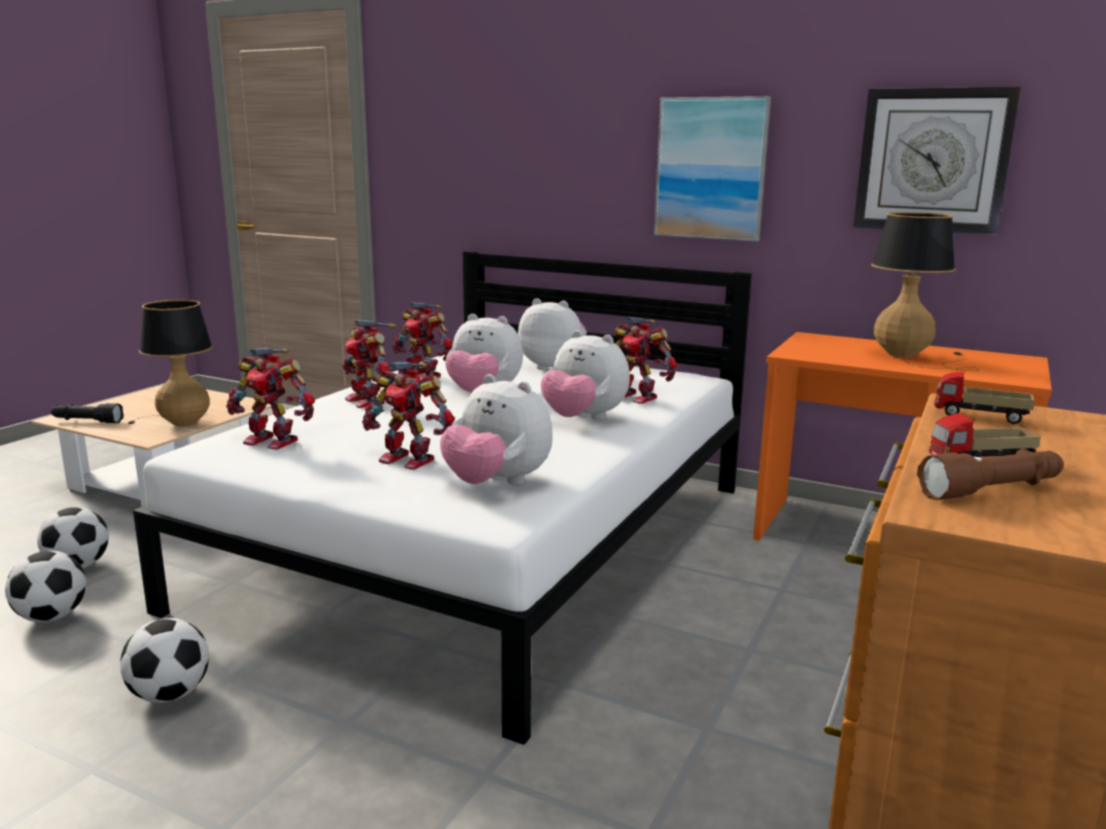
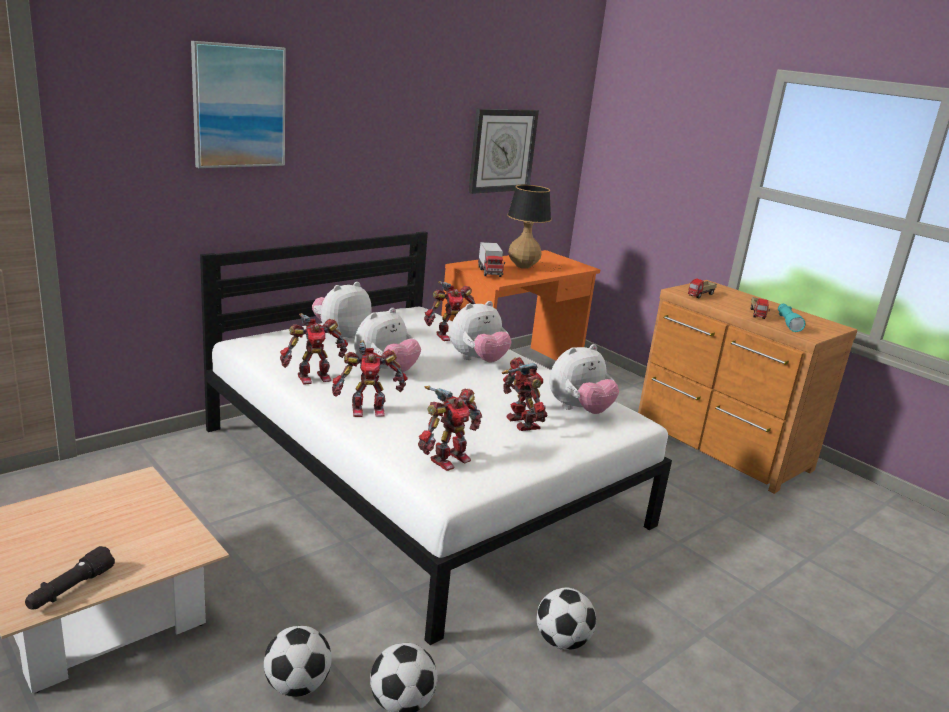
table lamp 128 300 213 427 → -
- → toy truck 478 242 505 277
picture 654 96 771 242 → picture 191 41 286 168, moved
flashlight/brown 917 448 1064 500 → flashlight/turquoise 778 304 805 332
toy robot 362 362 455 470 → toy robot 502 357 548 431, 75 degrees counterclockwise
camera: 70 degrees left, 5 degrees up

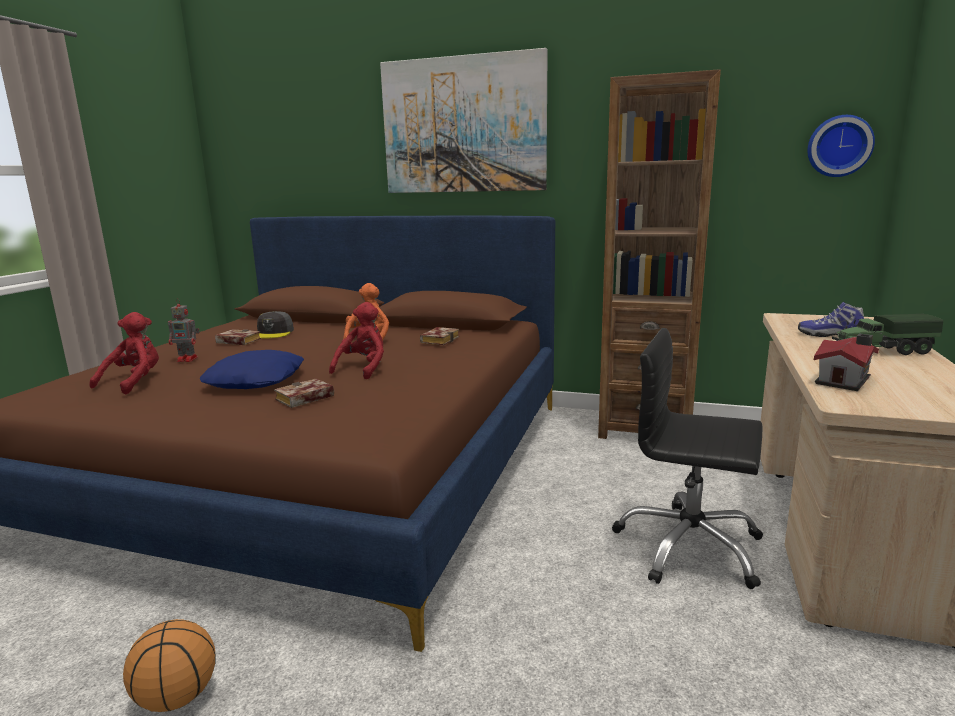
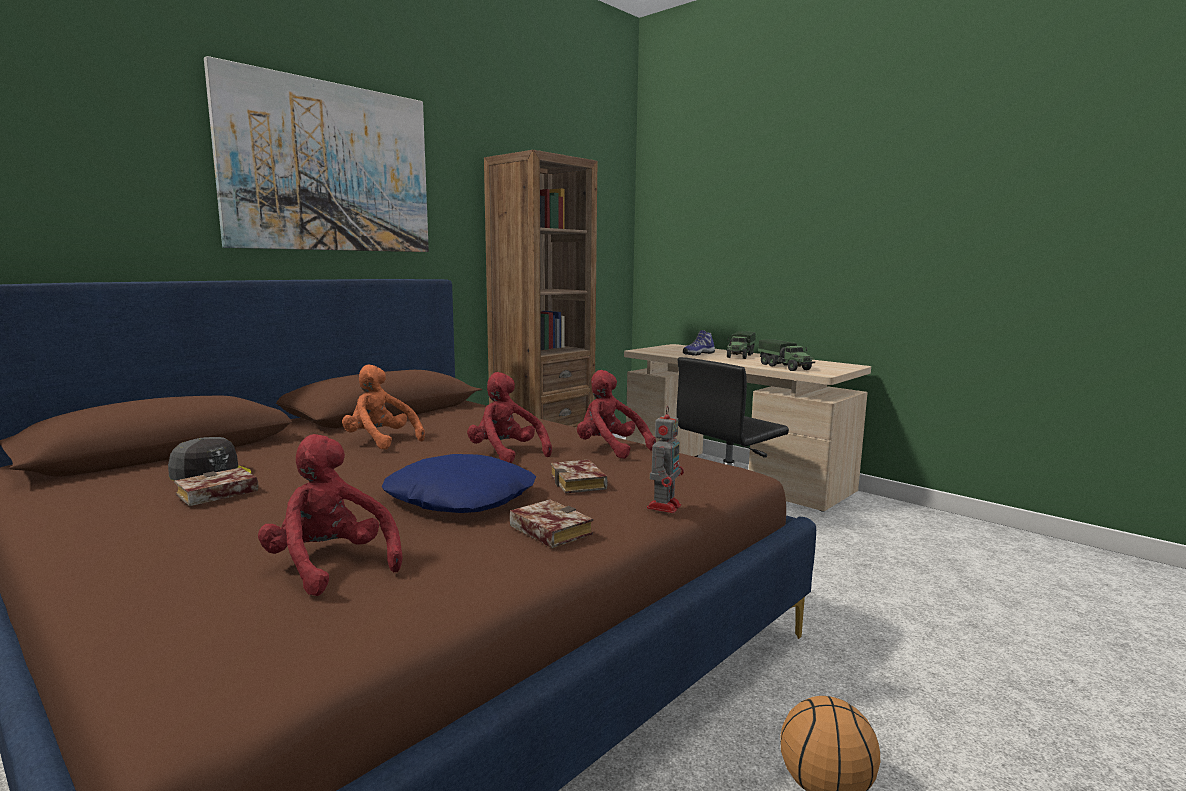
wall clock 807 115 875 177 → -
- → plush toy/red 577 370 656 459
toy robot 168 299 200 362 → toy robot 647 405 684 513, moved
book 420 327 459 345 → book 510 500 593 548, moved
toy house 814 334 879 391 → toy truck 758 339 815 371
camera: 65 degrees left, 5 degrees down

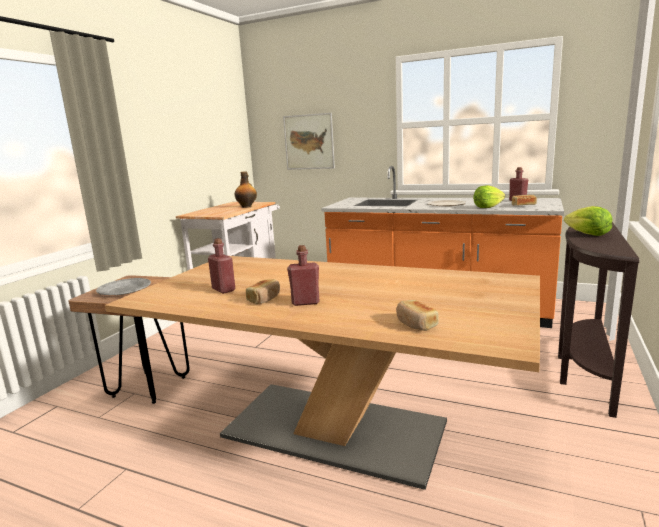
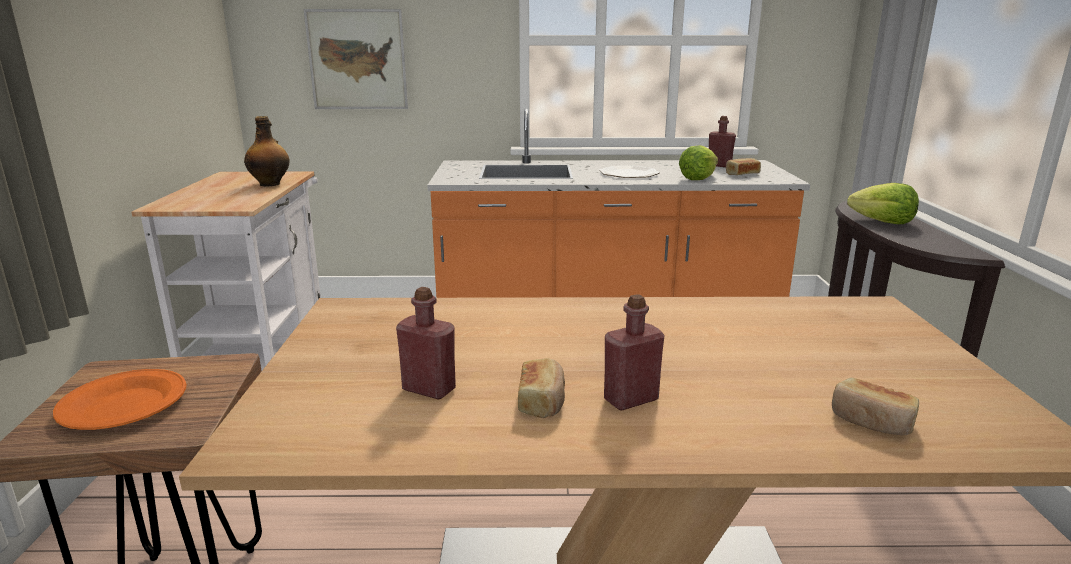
plate/grey 96 278 151 295 → plate/orange 53 369 186 430
camera: 25 degrees left, 5 degrees up

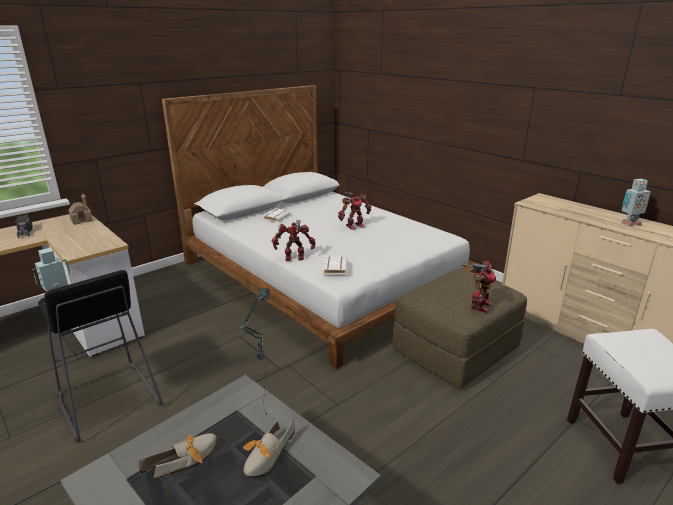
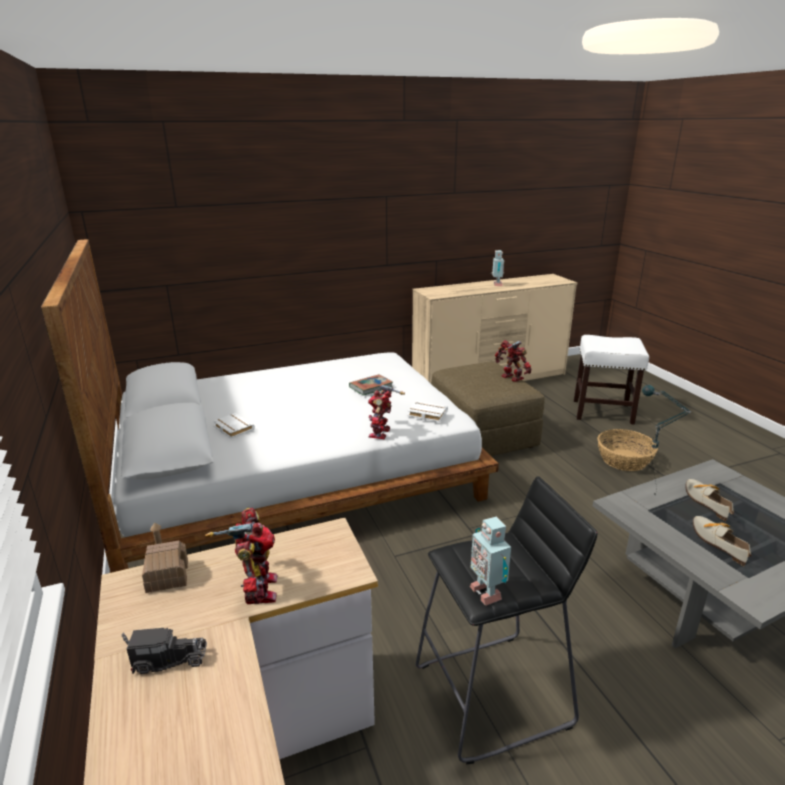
- → book 349 374 393 396
- → basket 597 429 658 471
toy robot 338 192 371 230 → toy robot 205 508 277 604, moved
shoe 243 417 295 478 → shoe 686 479 734 522, 150 degrees counterclockwise
camera: 70 degrees left, 0 degrees up

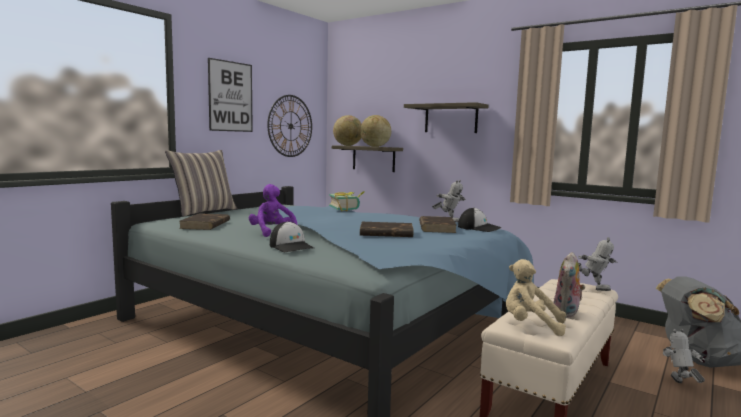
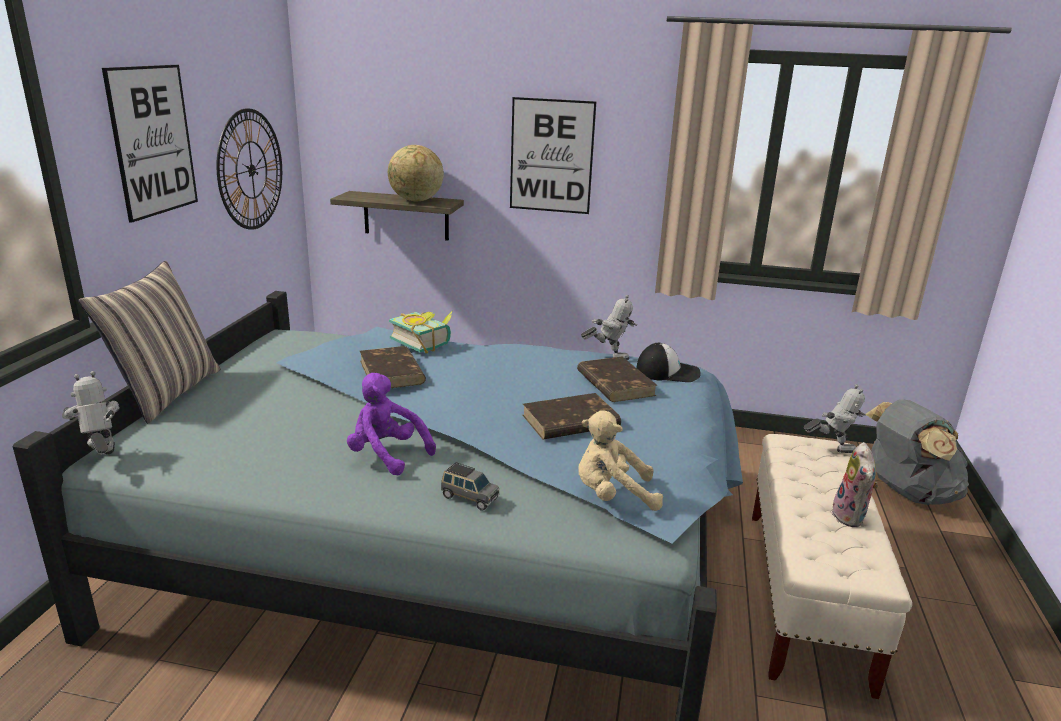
globe 333 115 361 146 → -
book/brown 179 213 230 230 → book/brown 360 346 426 388, moved
plush toy/beige 506 259 566 336 → plush toy/beige 578 410 663 511, moved
toy robot 663 328 705 383 → toy robot 62 371 120 455, moved
cap 270 221 314 252 → toy car/grey 441 462 500 511
shelf 404 102 489 133 → picture 510 97 596 214
camera: 25 degrees left, 15 degrees up

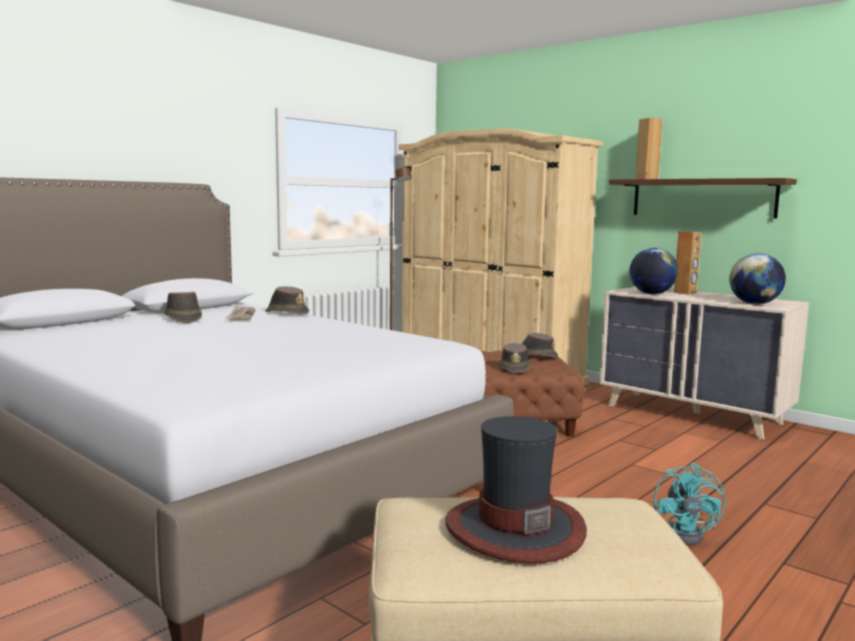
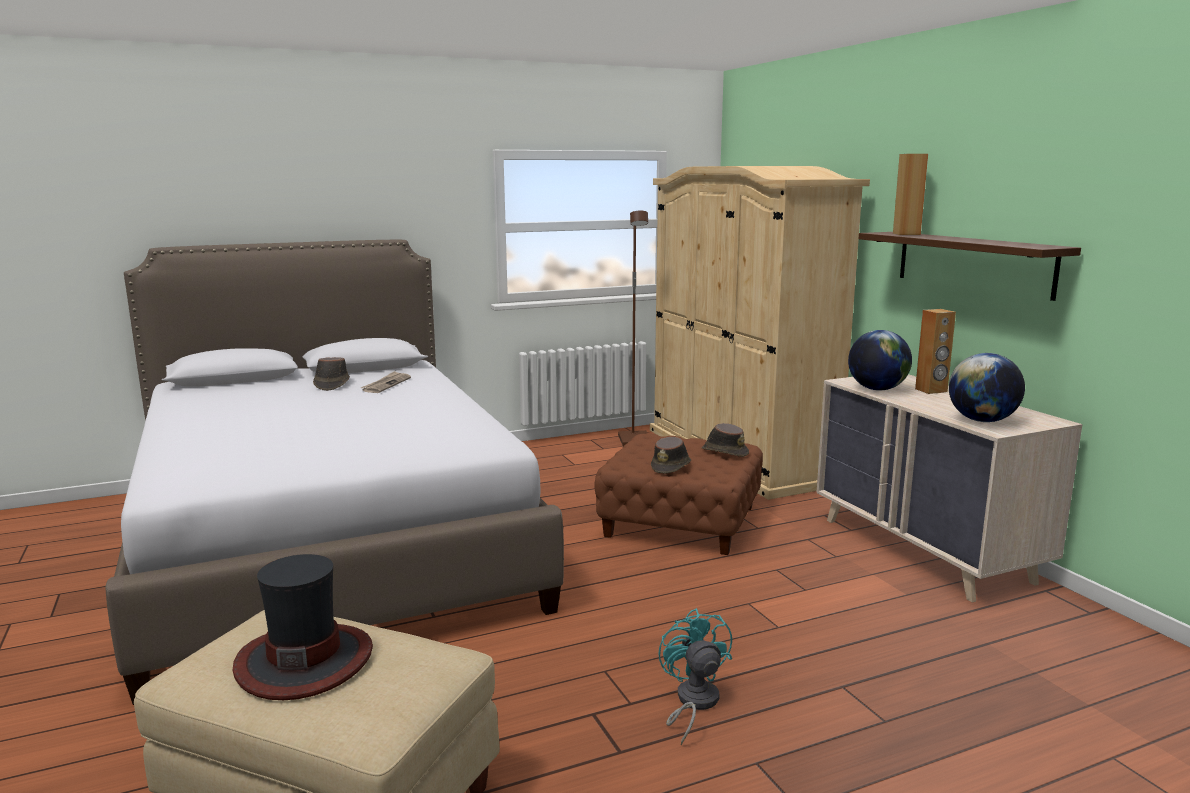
hat/brown 265 286 309 315 → -
fan/turquoise 654 463 726 546 → fan/turquoise 658 608 732 745, 135 degrees clockwise
camera: 25 degrees right, 5 degrees up

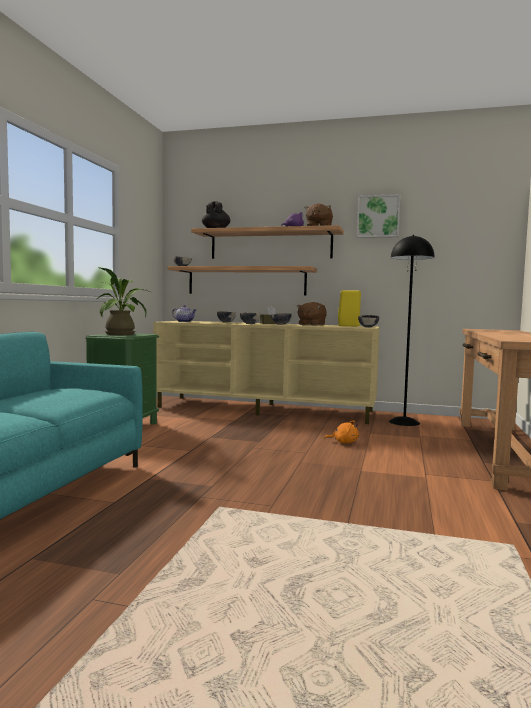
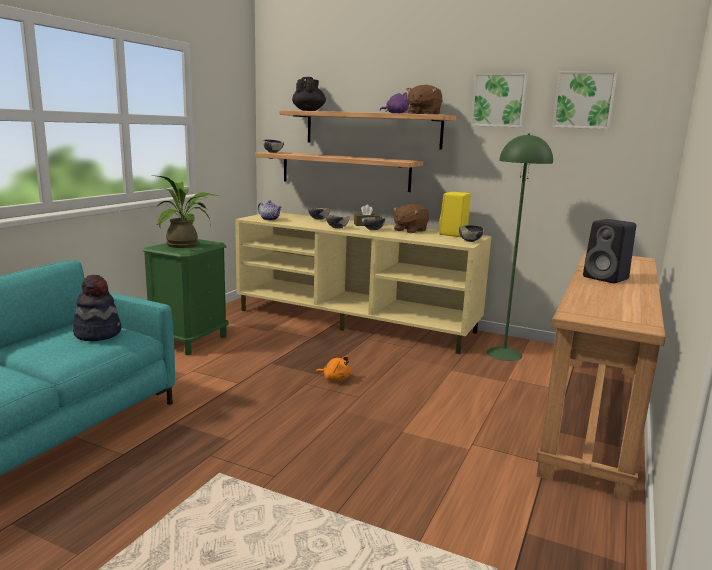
- → hat 73 274 121 341
- → picture 552 71 617 129
- → speaker/black 583 219 636 283
plush toy/orange 324 421 359 443 → plush toy/orange 316 356 351 381, moved
floor lamp/black 389 235 434 426 → floor lamp/green 486 133 553 361
camera: 10 degrees right, 10 degrees up

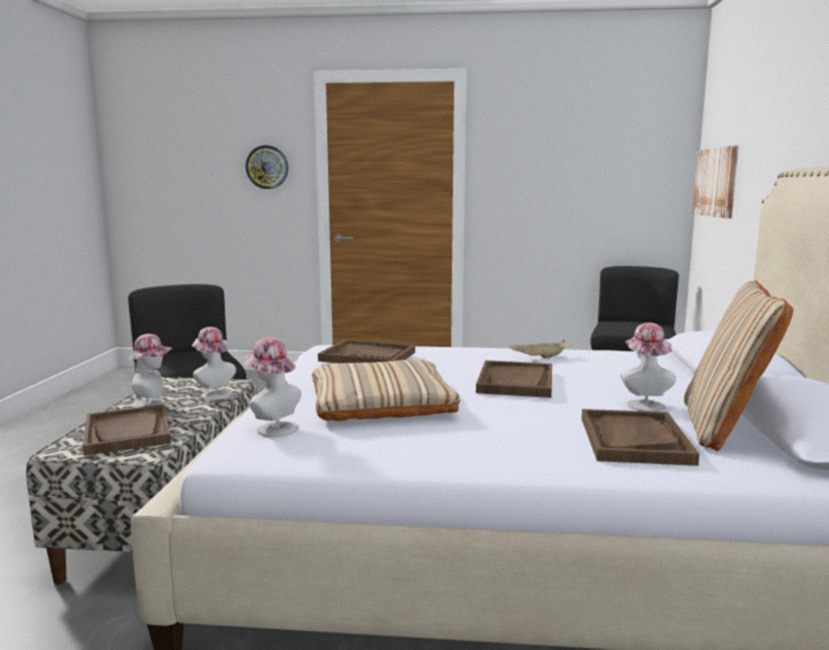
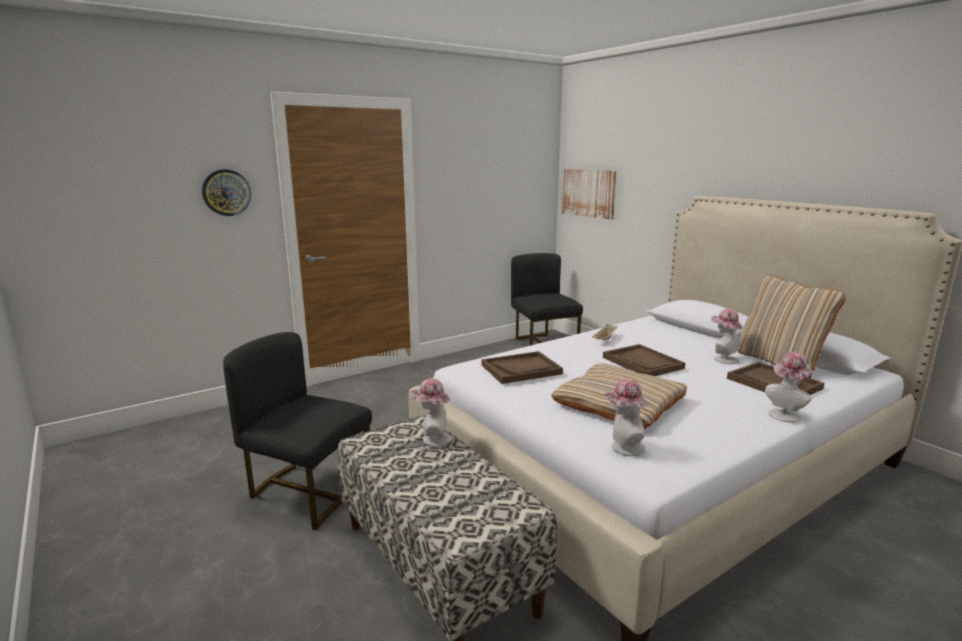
tray/brown 83 404 171 456 → -
hat 128 334 172 408 → hat 765 352 814 423, moved
camera: 40 degrees left, 5 degrees up

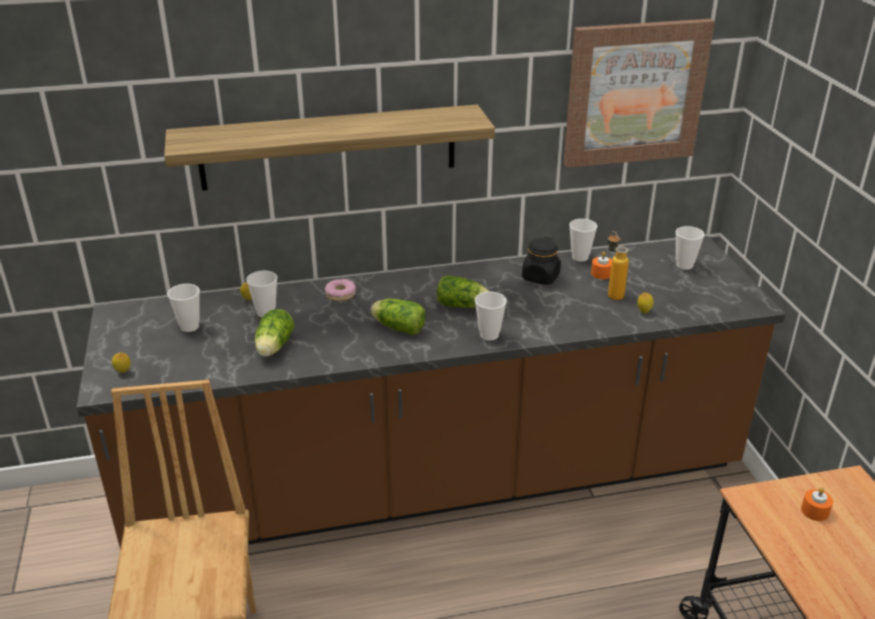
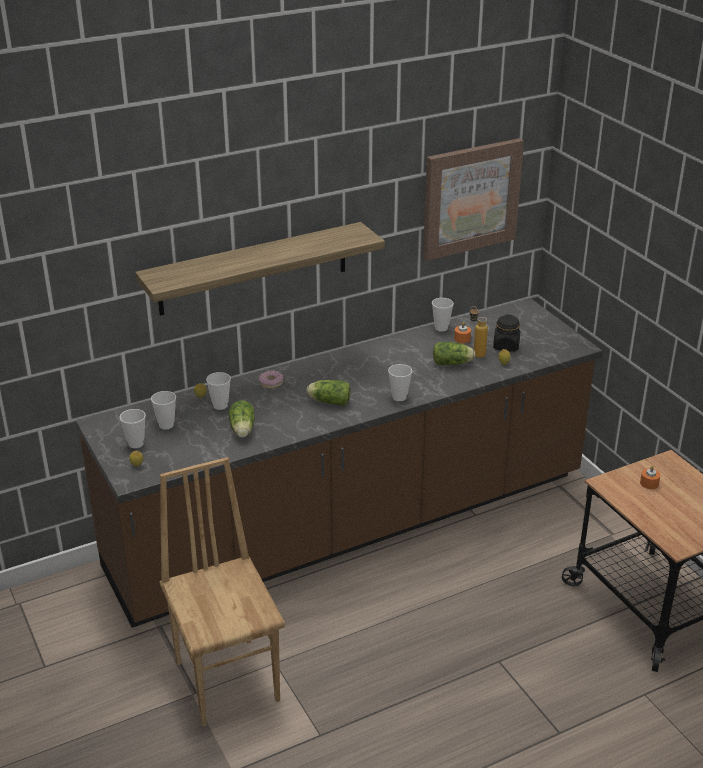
lettuce 436 275 490 308 → lettuce 433 342 475 365, moved
jar/black 522 237 561 285 → jar/black 493 314 520 351, moved
cup 676 226 705 270 → cup 120 409 146 448, moved
camera: 15 degrees left, 0 degrees up

